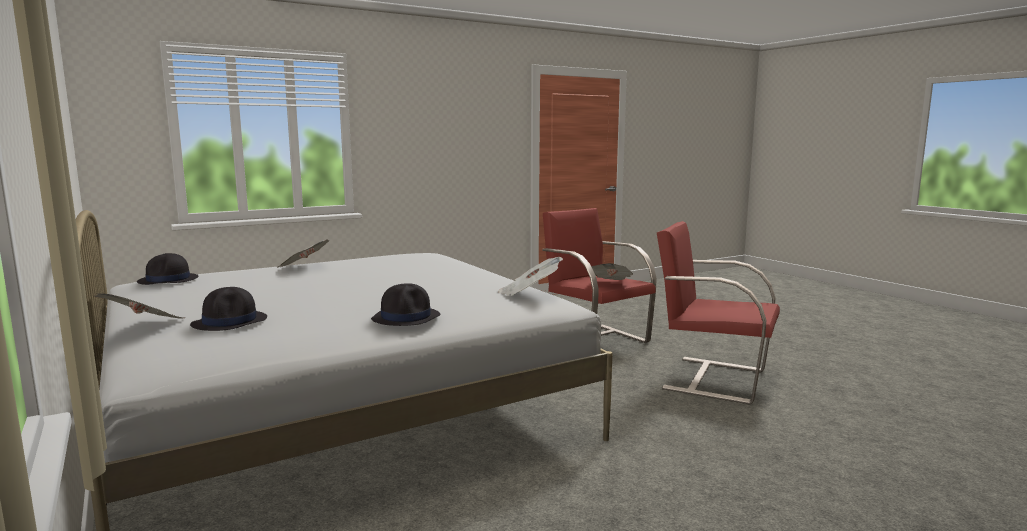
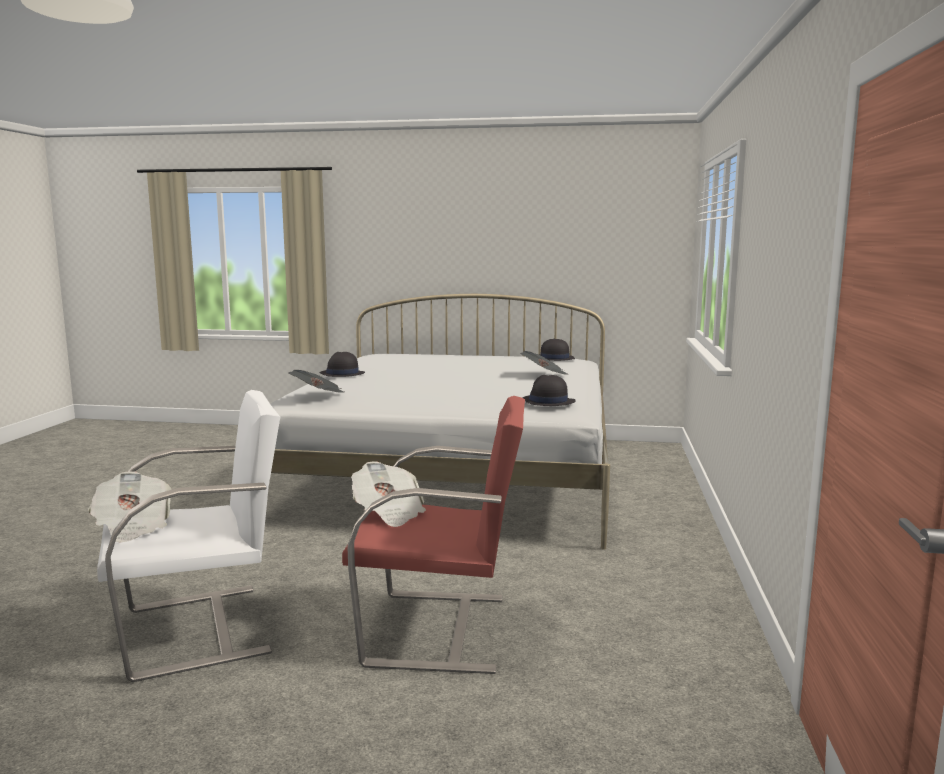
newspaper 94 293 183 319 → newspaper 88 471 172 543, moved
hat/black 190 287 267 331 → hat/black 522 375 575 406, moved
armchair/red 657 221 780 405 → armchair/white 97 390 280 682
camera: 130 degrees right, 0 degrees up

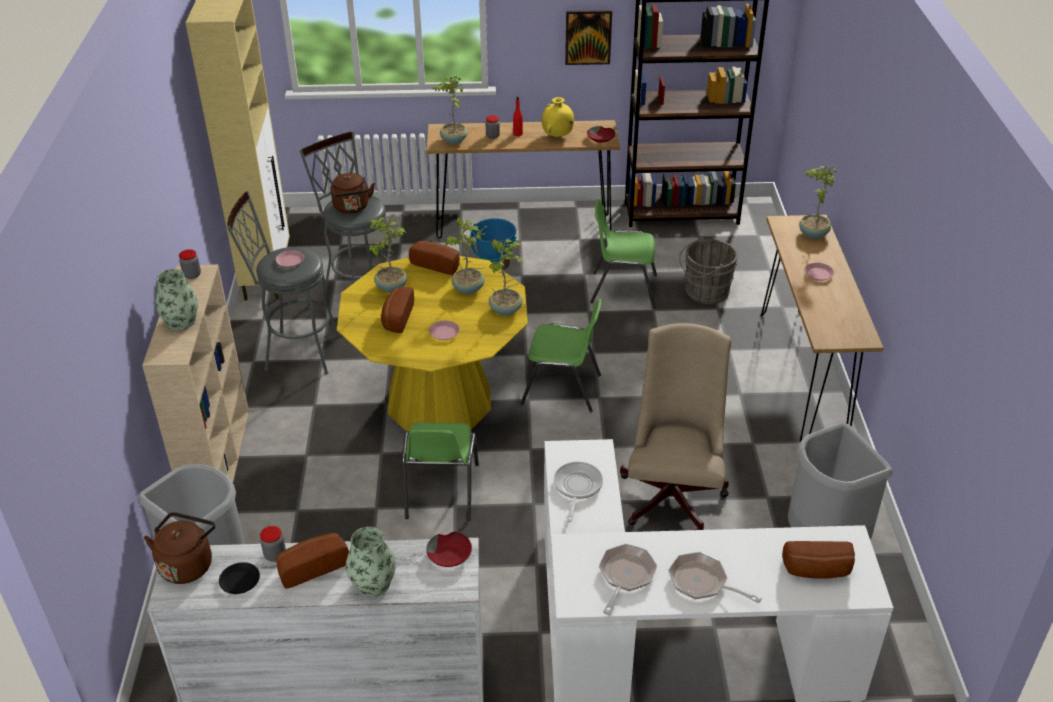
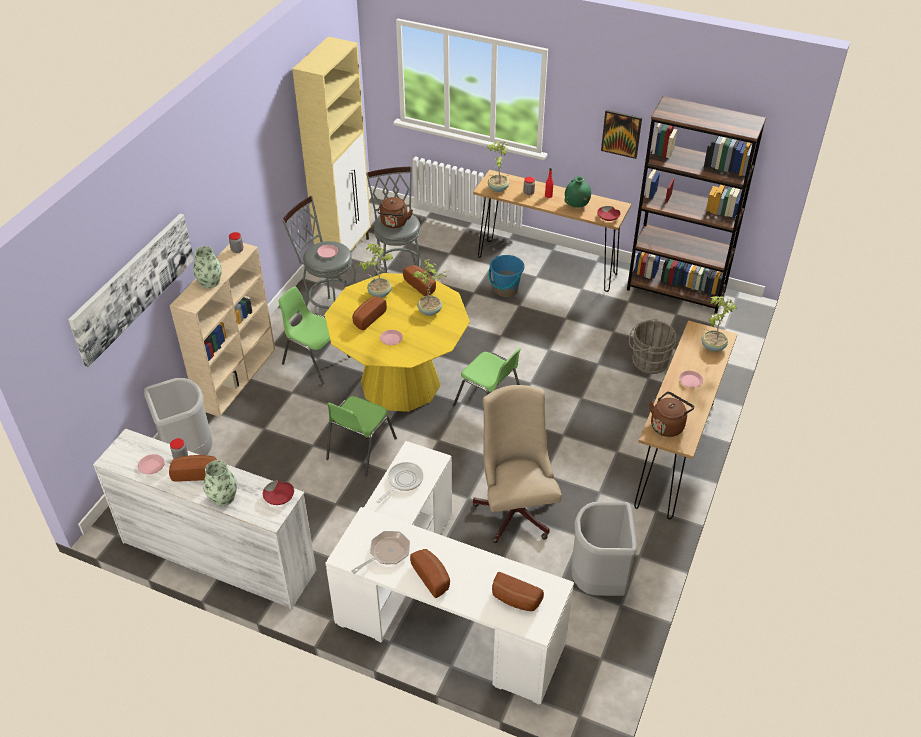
potted plant 489 239 524 316 → -
- → picture 68 214 194 367
kettle/brown 144 512 215 584 → kettle/brown 649 392 694 437, moved
chair/green 590 199 657 308 → chair/green 279 286 350 384, moved
frying pan 668 552 762 603 → bread 410 549 450 598
plate/black 219 562 260 594 → plate/pink 138 454 165 475
vase/yellow 542 97 574 137 → vase/green 565 176 591 208
office chair/beige 620 323 731 530 → office chair/beige 473 385 562 543, 45 degrees counterclockwise
camera: 25 degrees right, 5 degrees up

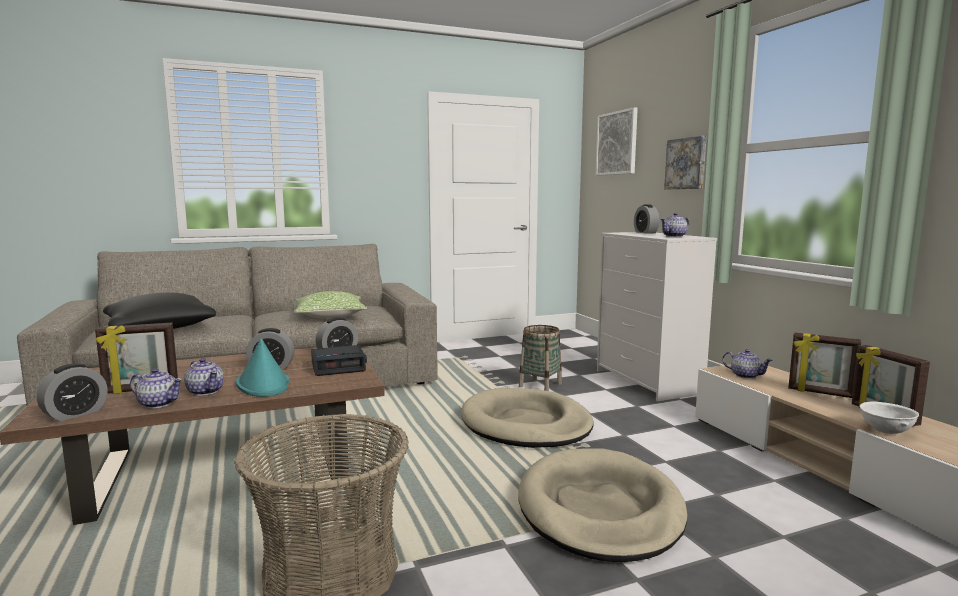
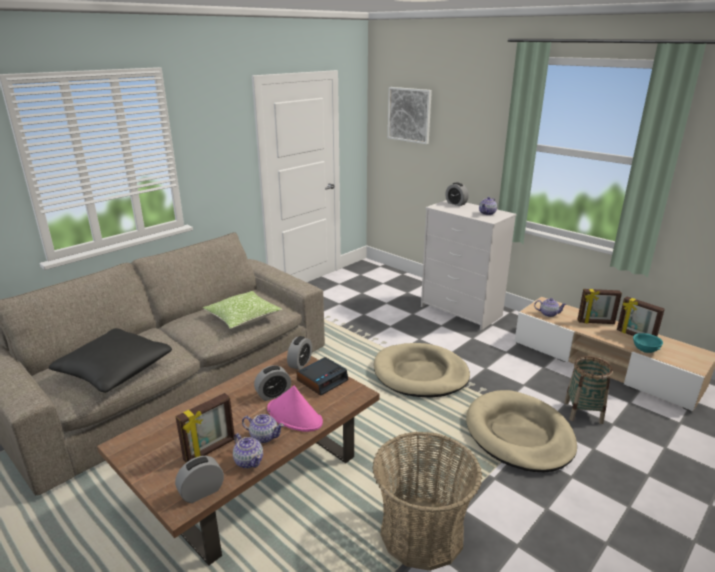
picture 664 136 707 189 → -
basket 519 325 562 391 → basket 564 356 613 424, moved
hat/turquoise 236 338 289 397 → hat/pink 267 386 323 432
bowl/white 860 402 919 434 → bowl/turquoise 633 333 663 353
alarm clock 37 363 108 421 → alarm clock 175 456 224 503, 135 degrees counterclockwise
teapot 130 368 183 408 → teapot 233 433 263 468, 60 degrees clockwise
camera: 25 degrees left, 15 degrees up

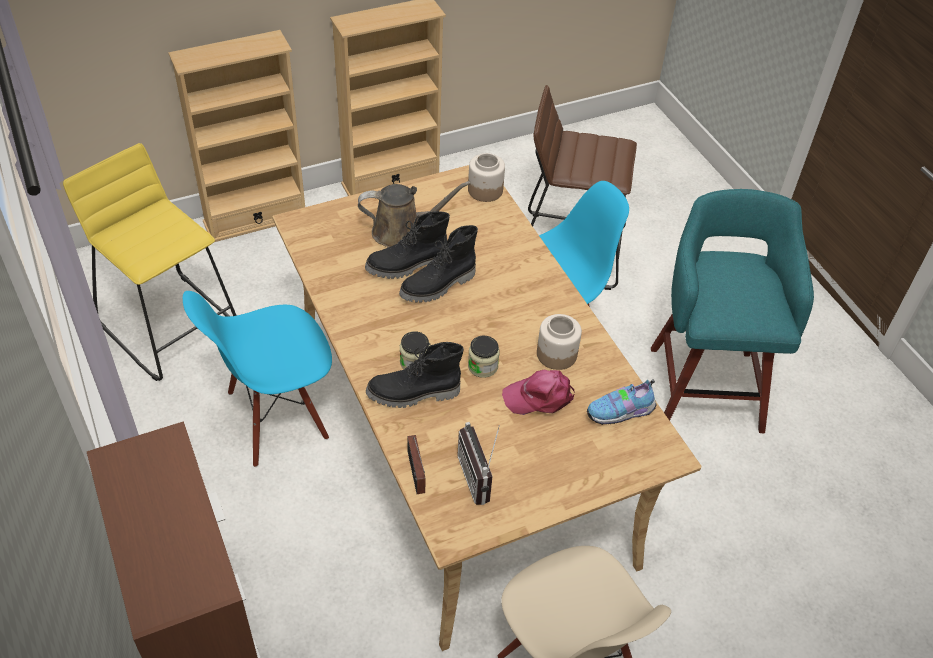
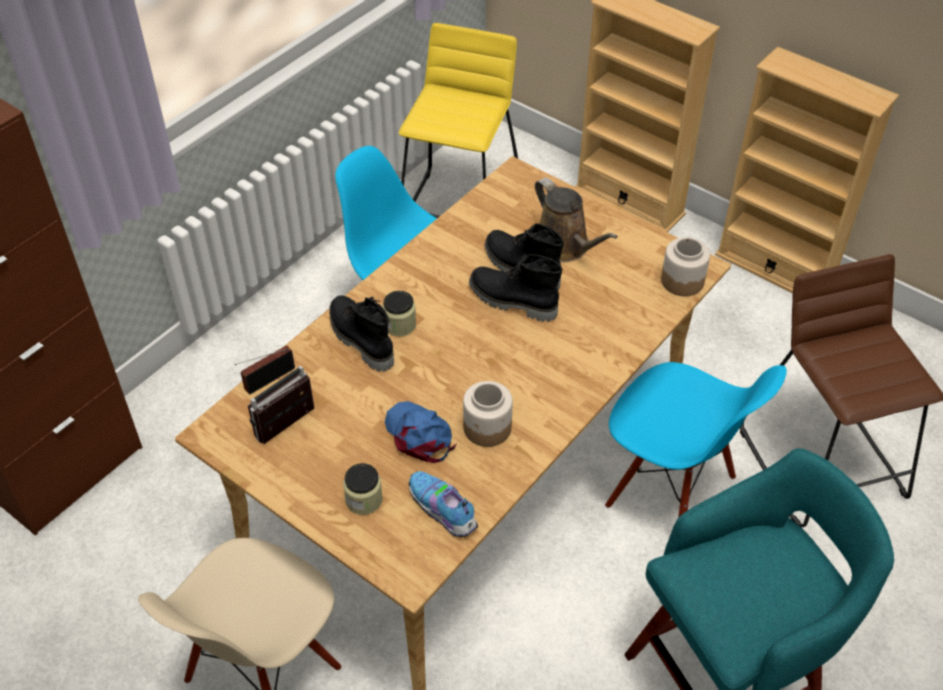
jar 468 336 500 378 → jar 343 463 383 515, moved
cap/pink 502 370 575 415 → cap/blue 385 401 457 463
camera: 65 degrees right, 0 degrees up

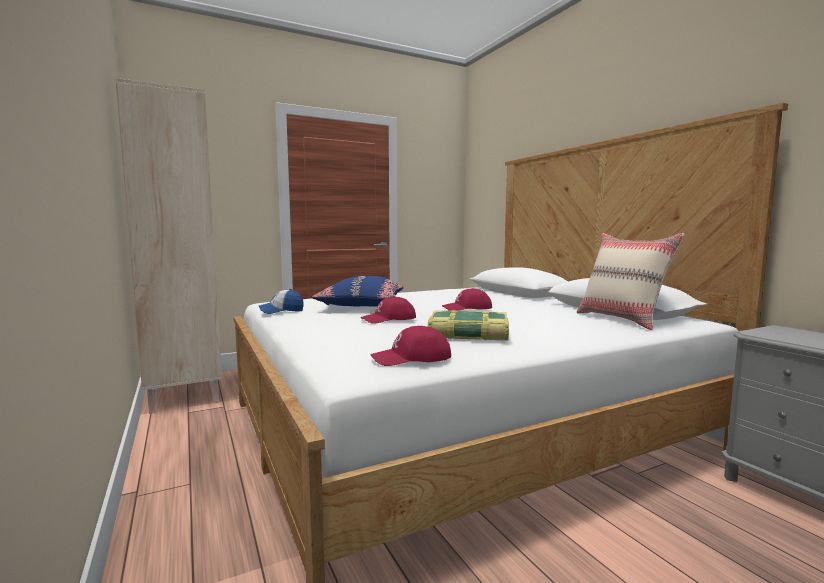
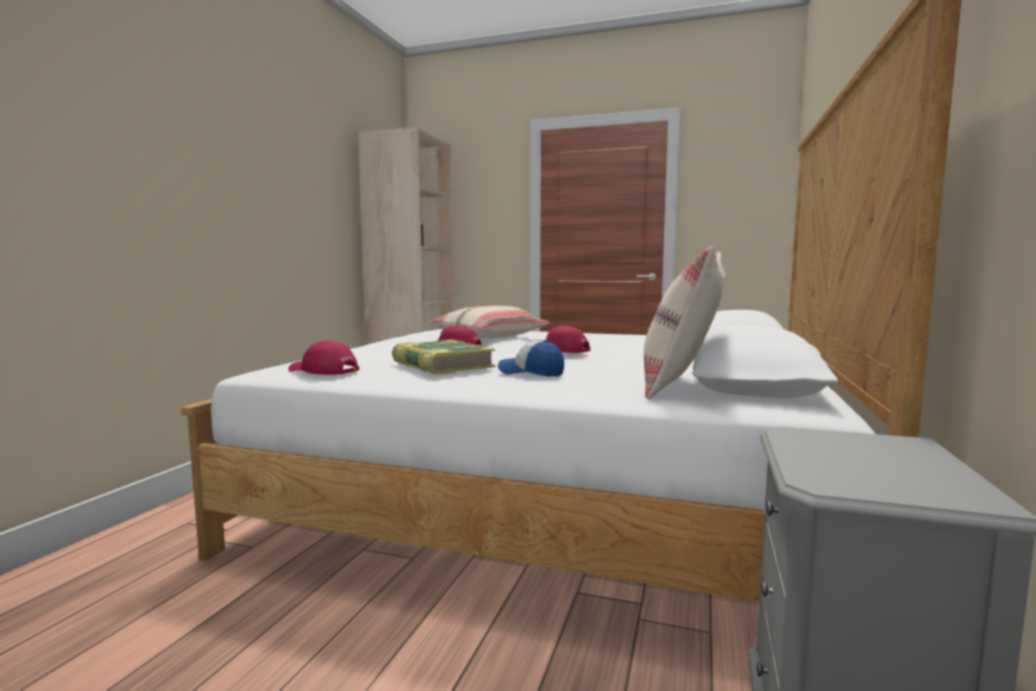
cap 259 289 304 314 → cap 498 340 564 377, moved
pillow/blue 312 276 404 307 → pillow/beige 428 306 549 338
camera: 45 degrees right, 0 degrees up

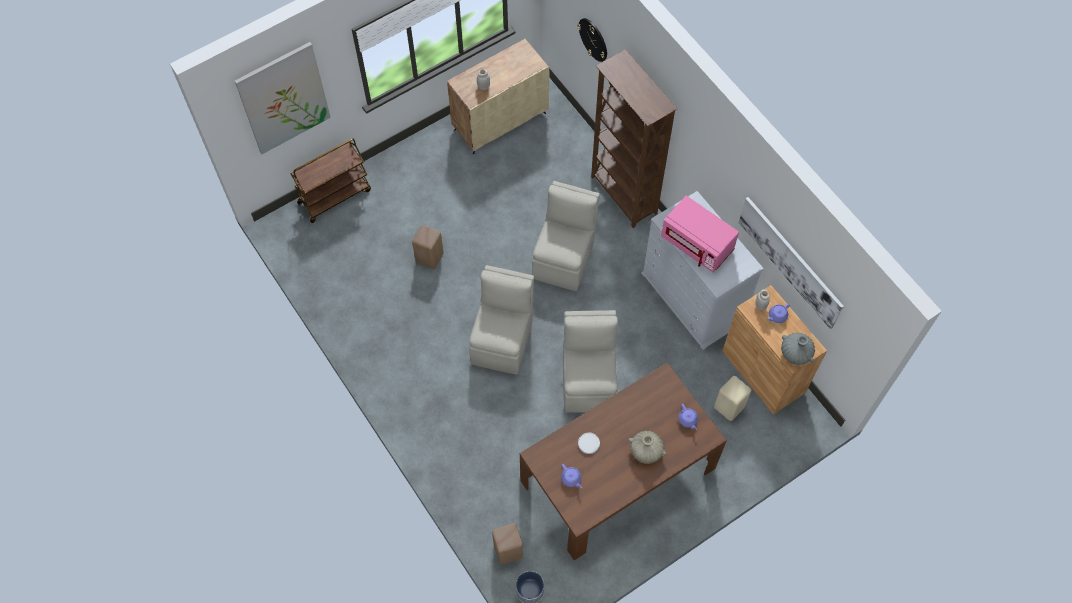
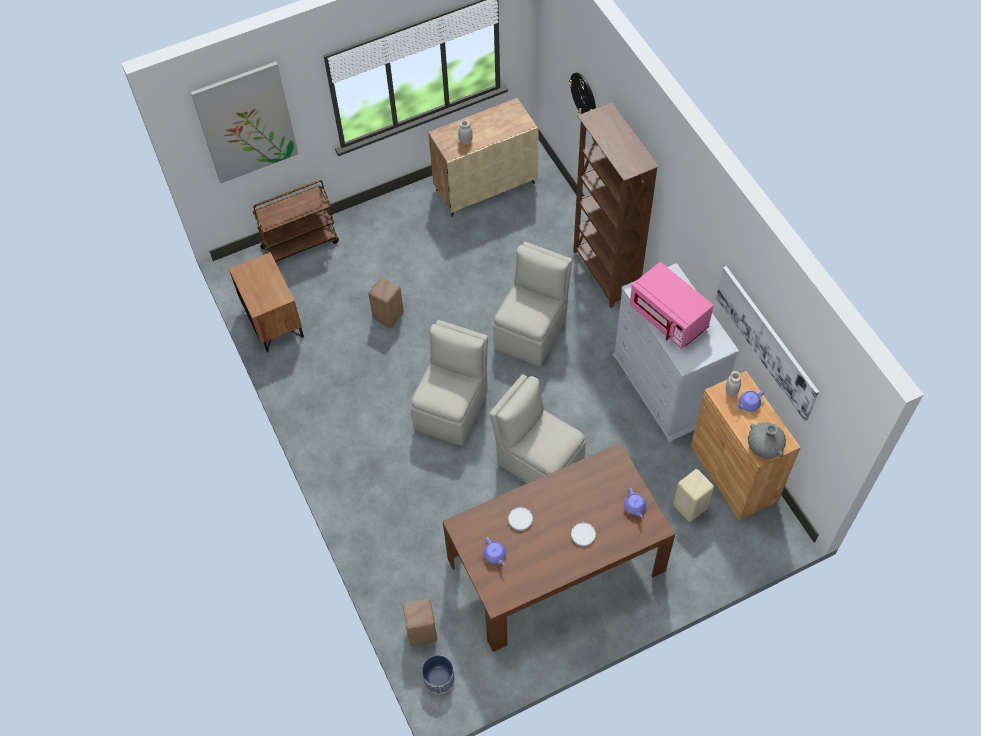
- → nightstand/brown 229 252 304 353
vase/beige 628 431 667 464 → plate/white 571 523 596 547
chair/beige 563 310 618 413 → chair/beige 489 374 586 484, 60 degrees counterclockwise
camera: 10 degrees right, 5 degrees down

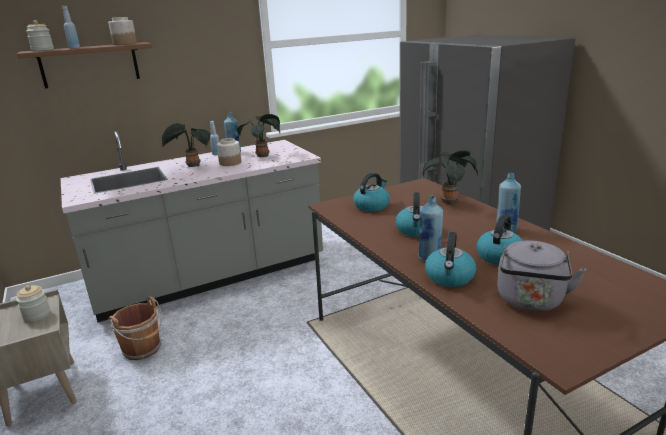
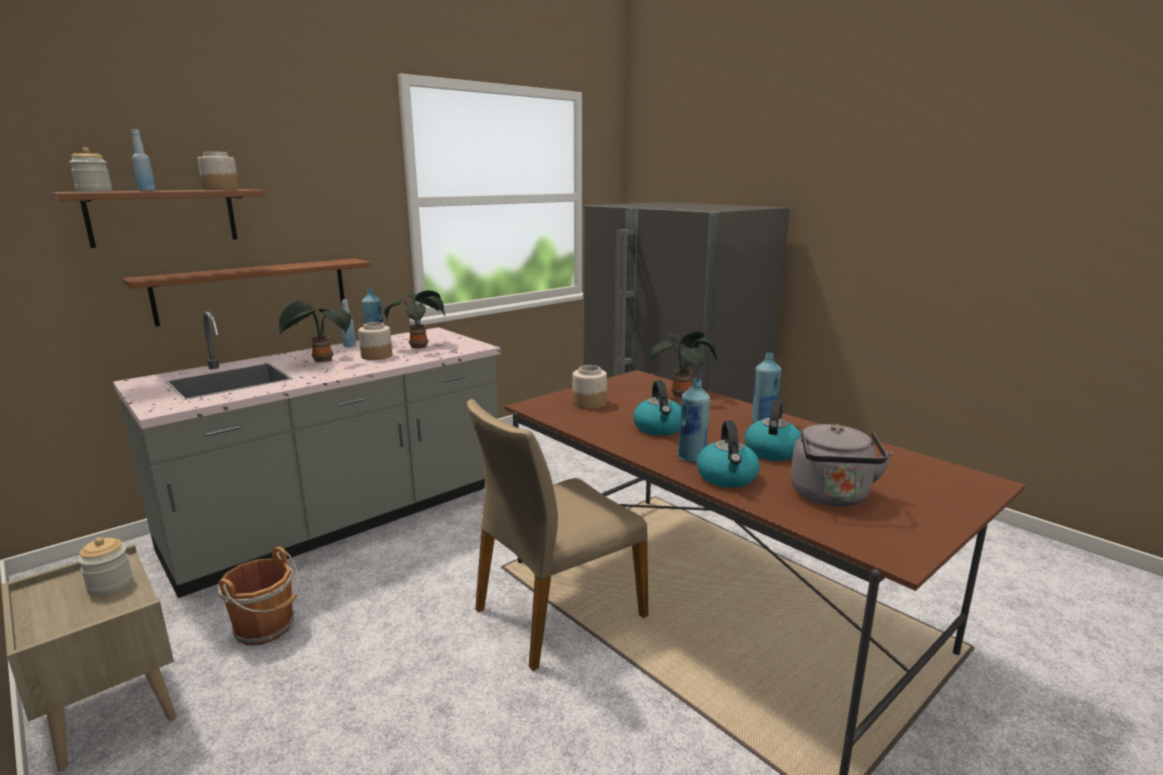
- → shelf/brown 122 258 371 327
- → chair/beige 467 399 648 671
kettle 353 173 390 212 → jar 573 365 607 409
camera: 15 degrees left, 5 degrees down

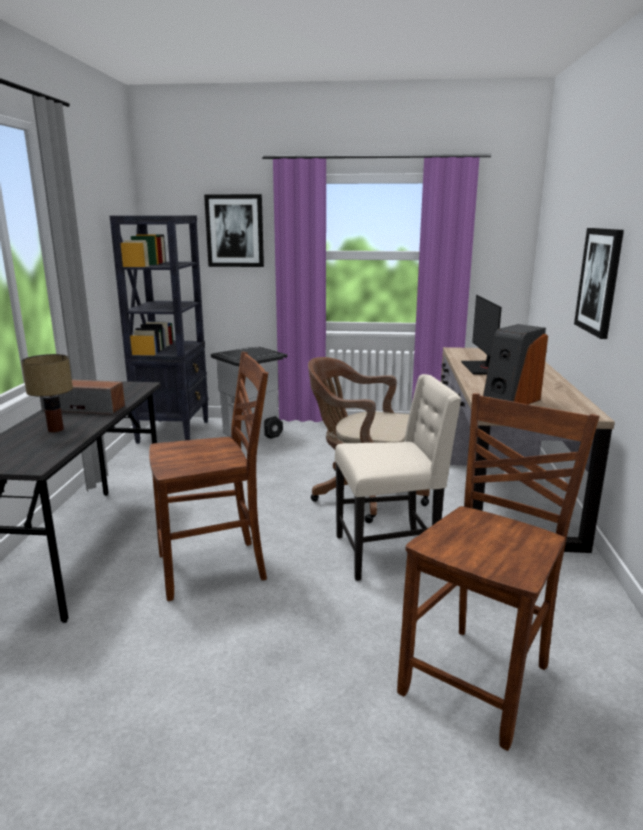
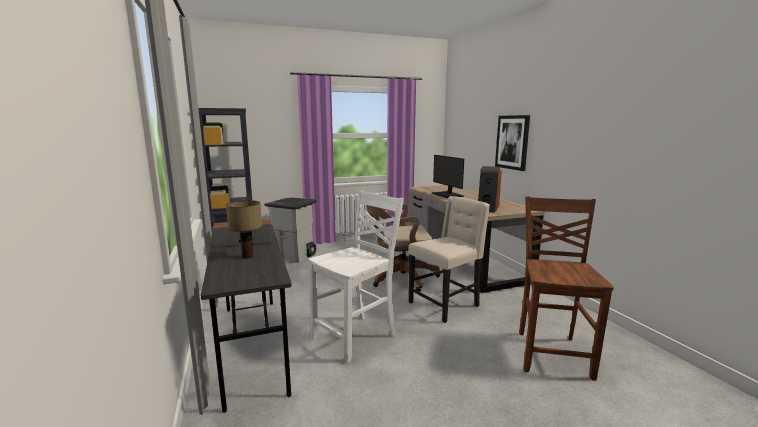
picture 204 194 264 267 → -
chair/brown 149 352 268 601 → chair/white 309 190 404 363
camera: 25 degrees left, 5 degrees down

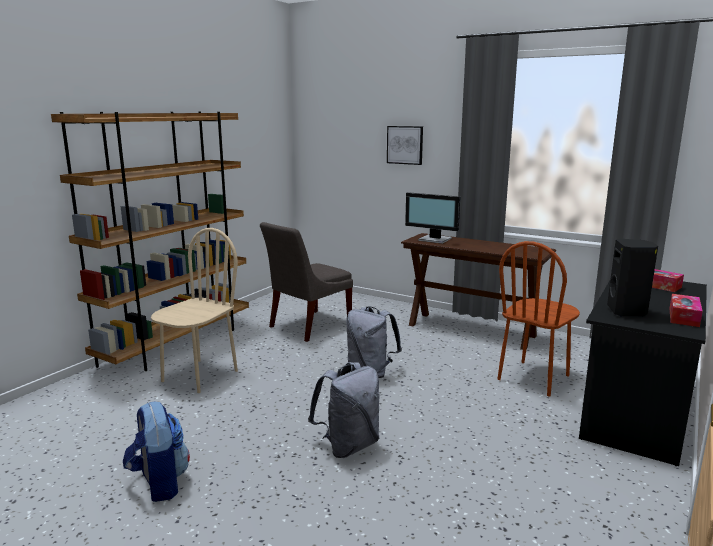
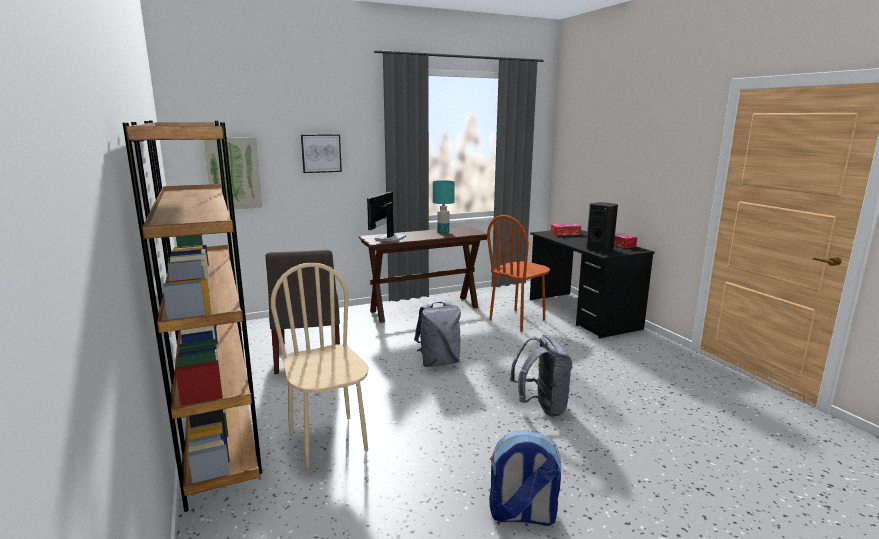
- → picture 204 138 262 210
- → table lamp/turquoise 433 180 455 233
monitor 405 192 460 244 → monitor 367 192 406 242, 135 degrees clockwise
chair/brown 498 241 580 396 → chair/brown 487 215 550 332, 60 degrees clockwise
camera: 55 degrees left, 0 degrees up

